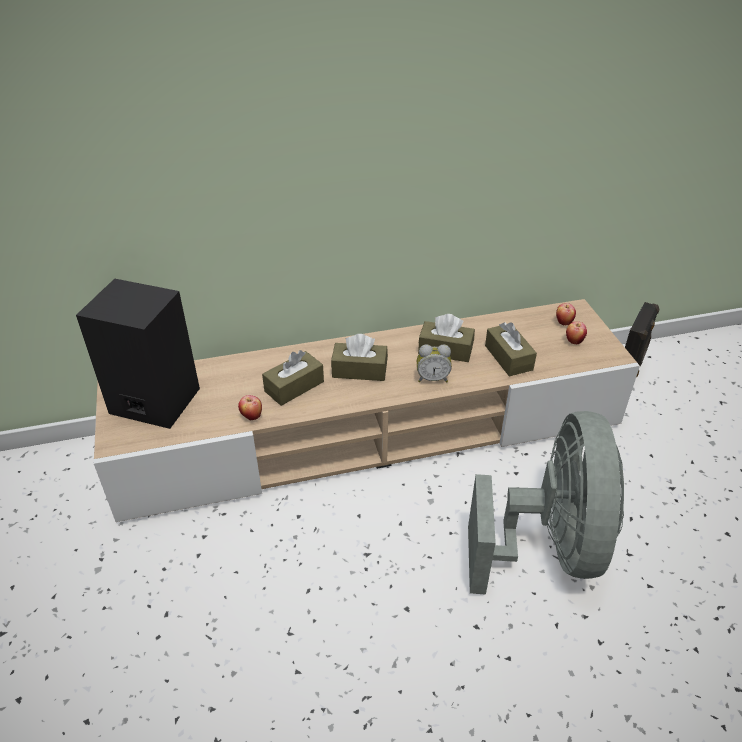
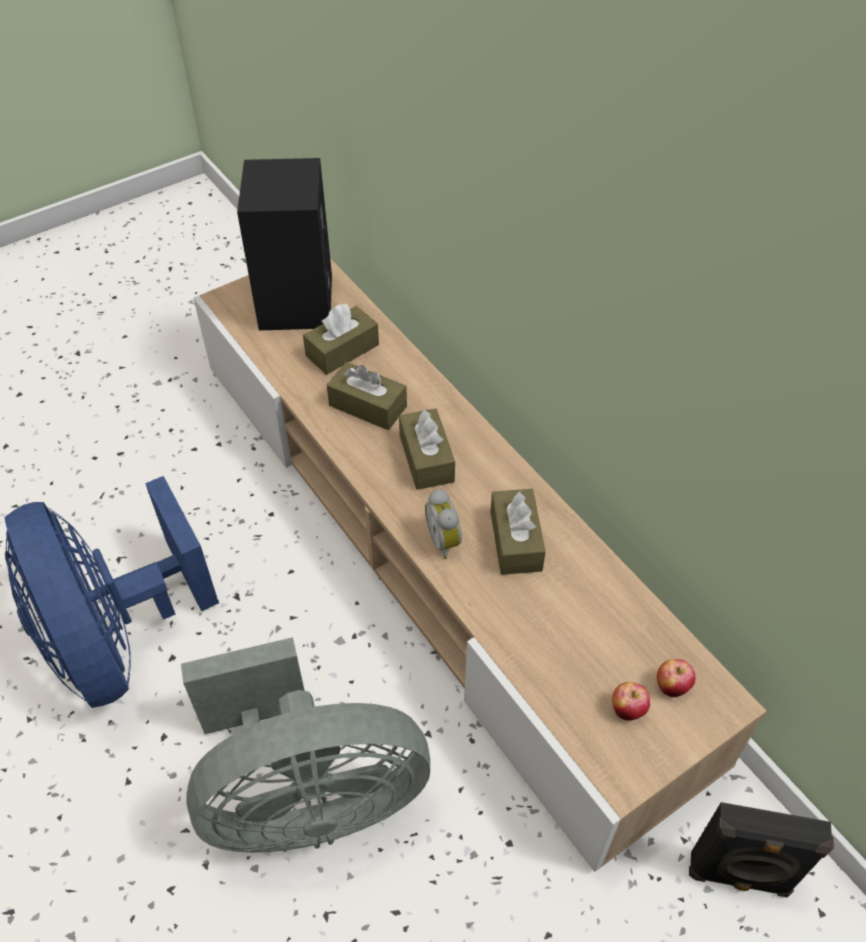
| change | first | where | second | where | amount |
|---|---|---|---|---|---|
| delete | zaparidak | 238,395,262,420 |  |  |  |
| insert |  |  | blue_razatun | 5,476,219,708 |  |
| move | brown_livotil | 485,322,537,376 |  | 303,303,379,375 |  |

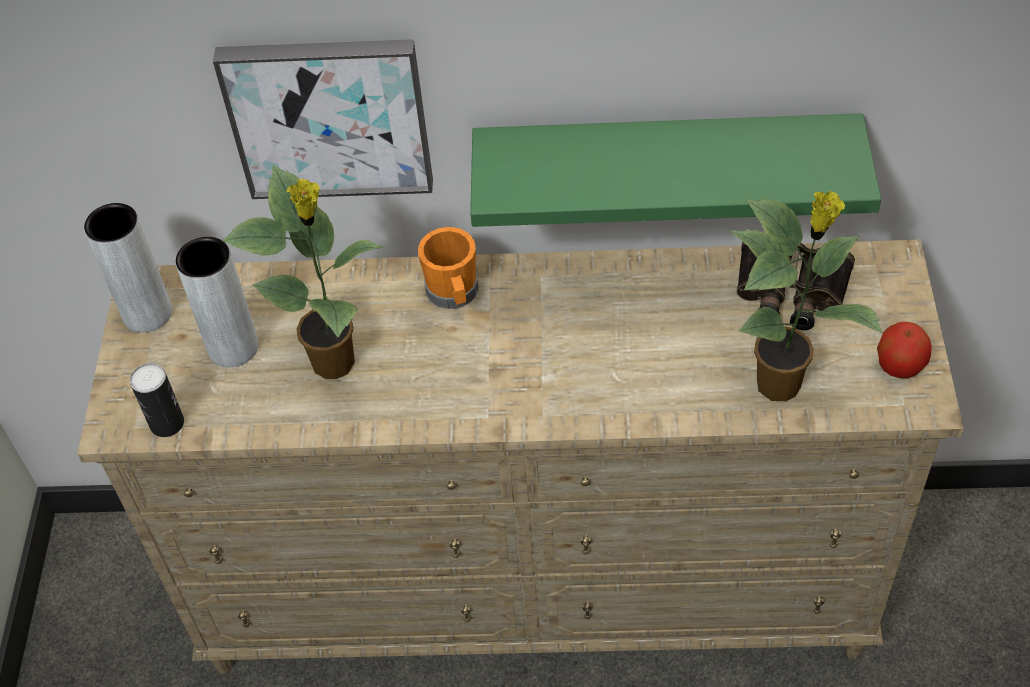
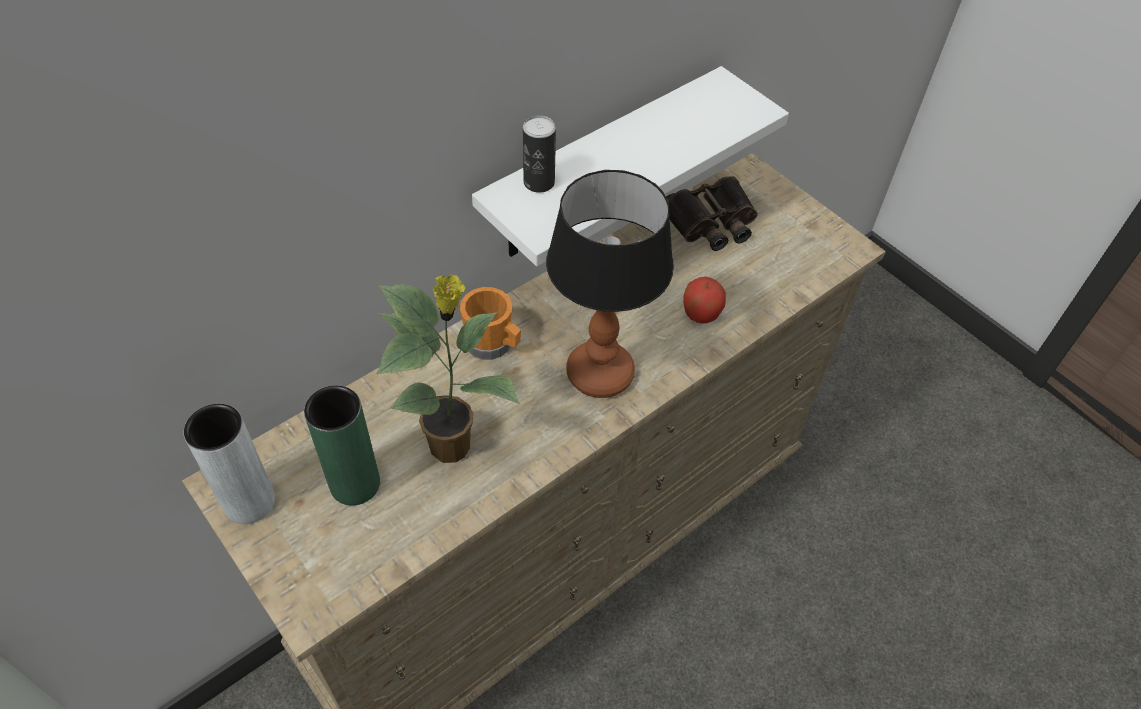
| change | first | where | second | where | amount |
|---|---|---|---|---|---|
| delete | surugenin | 213,39,433,199 |  |  |  |
| delete | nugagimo | 729,191,883,401 |  |  |  |
| insert |  |  | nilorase | 546,170,674,398 |  |
| move | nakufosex | 130,363,184,437 |  | 523,115,556,193 |  |
| move | zaparidak | 877,322,932,378 |  | 683,276,726,324 |  |
| recolor | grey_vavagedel | 175,237,259,367 | green_vavagedel | 304,386,380,506 |  |
| recolor | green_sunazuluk | 470,113,881,227 | white_sunazuluk | 472,66,789,266 |  |

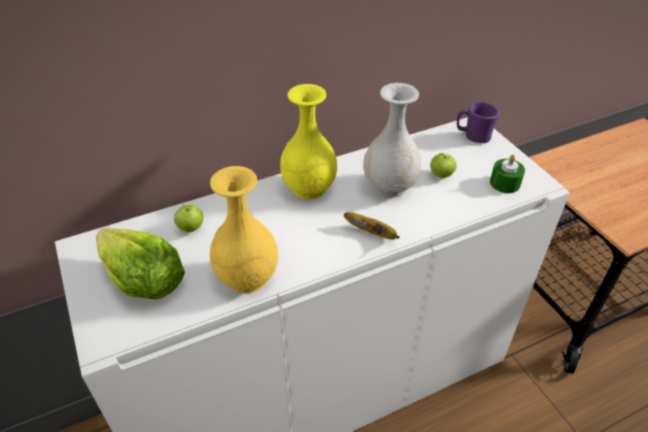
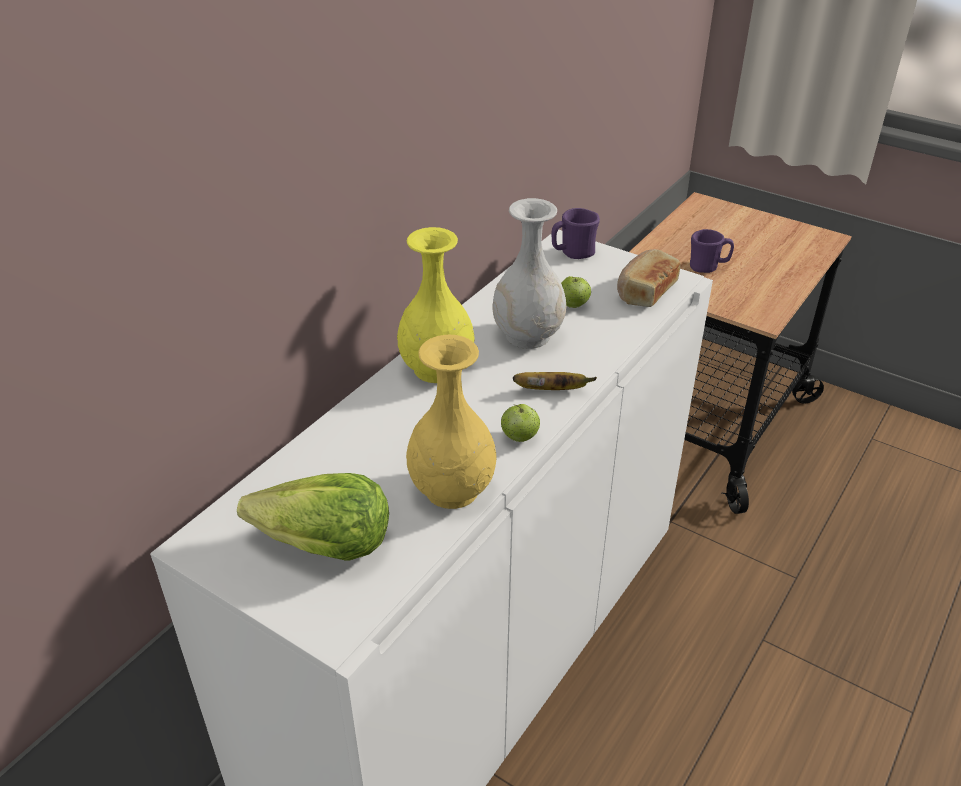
| change | first | where | second | where | amount |
|---|---|---|---|---|---|
| insert |  |  | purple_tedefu | 690,229,734,273 |  |
| move | zaparidak | 174,205,203,232 |  | 501,404,540,442 |  |
| replace | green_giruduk | 490,155,525,193 | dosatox | 617,249,680,307 |  |

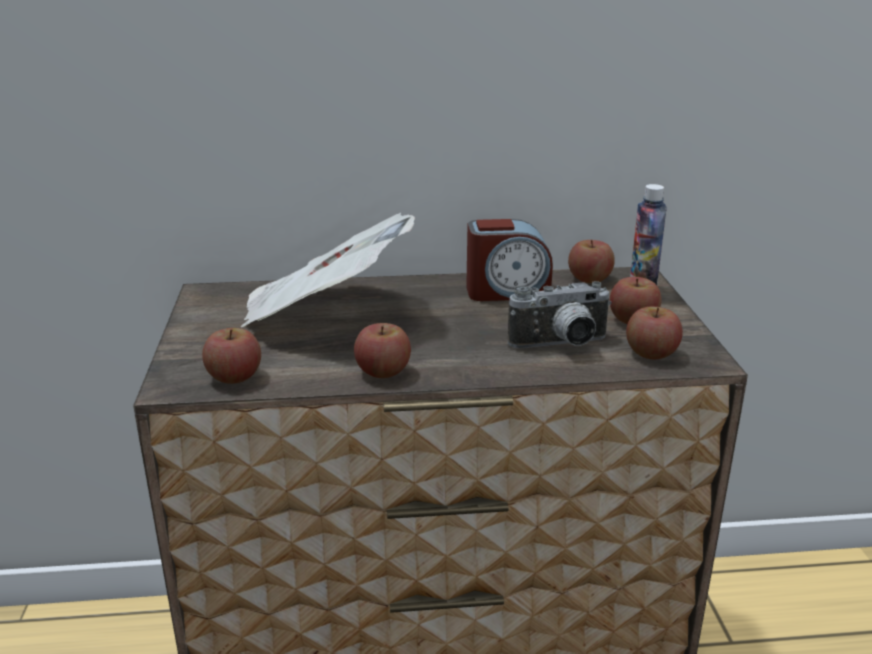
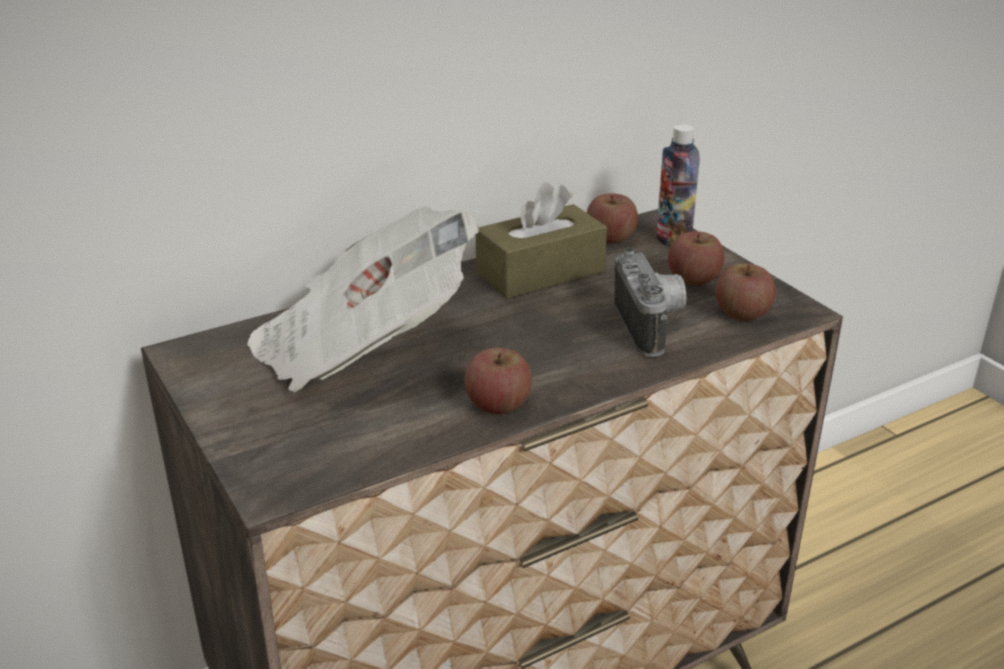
| change | first | where | second | where | amount |
|---|---|---|---|---|---|
| delete | zaparidak | 202,328,261,384 |  |  |  |
| replace | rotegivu | 466,219,553,301 | brown_livotil | 476,182,607,299 |  |
| rotate | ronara | 508,281,612,348 |  | 614,248,686,357 | 60 degrees counterclockwise |

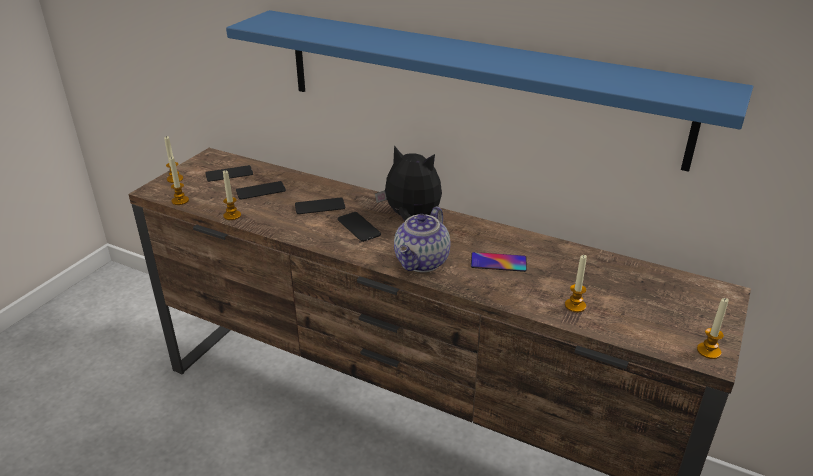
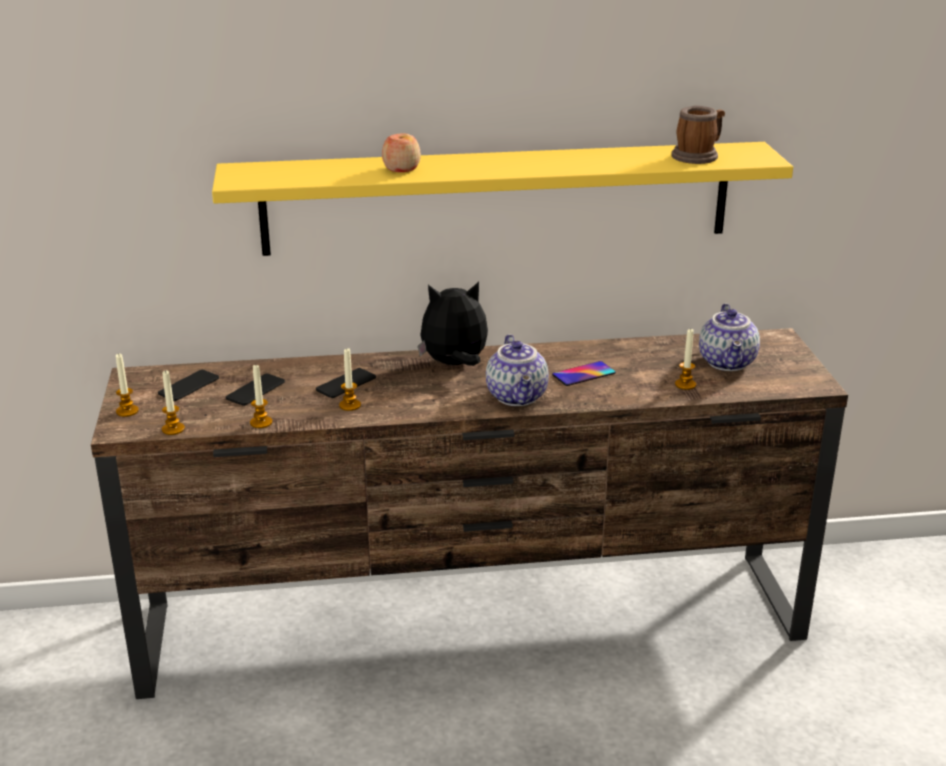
| change | first | where | second | where | amount |
|---|---|---|---|---|---|
| delete | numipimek | 338,212,381,242 |  |  |  |
| insert |  |  | zaparidak | 382,134,421,172 |  |
| insert |  |  | tedefu | 671,105,725,164 |  |
| insert |  |  | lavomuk | 699,303,760,371 |  |
| move | giruduk | 697,298,729,359 |  | 339,348,361,411 |  |
| recolor | blue_sunazuluk | 226,10,753,172 | yellow_sunazuluk | 212,142,793,256 |  |

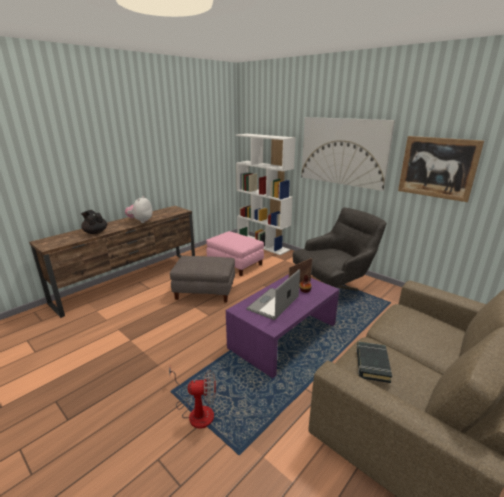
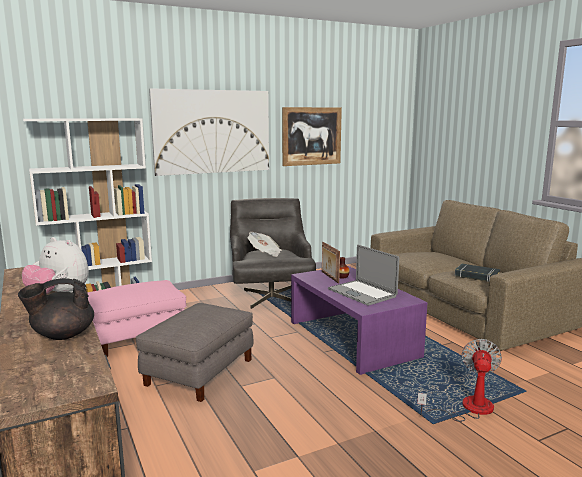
| change | first | where | second | where | amount |
|---|---|---|---|---|---|
| insert |  |  | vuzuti | 247,232,282,257 |  |

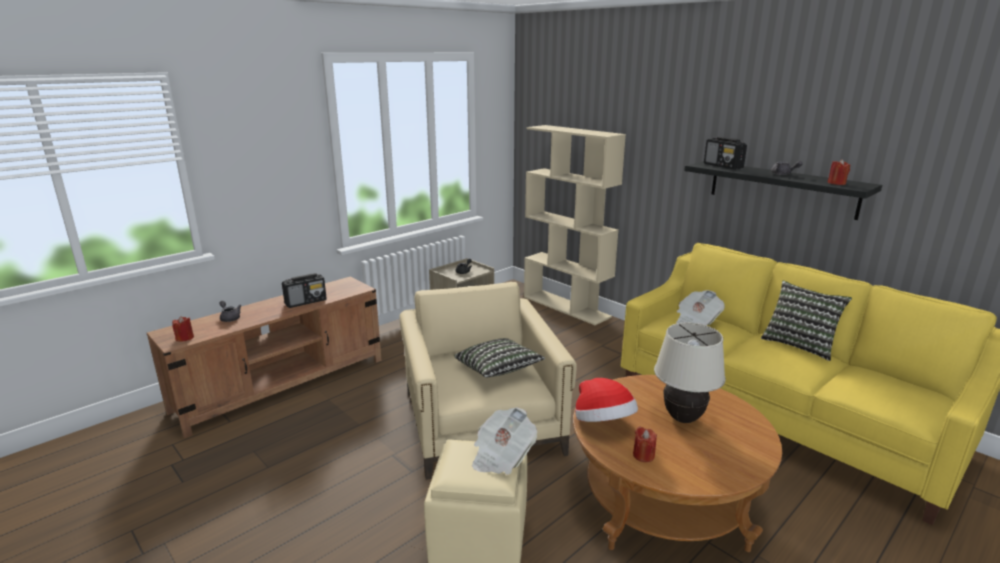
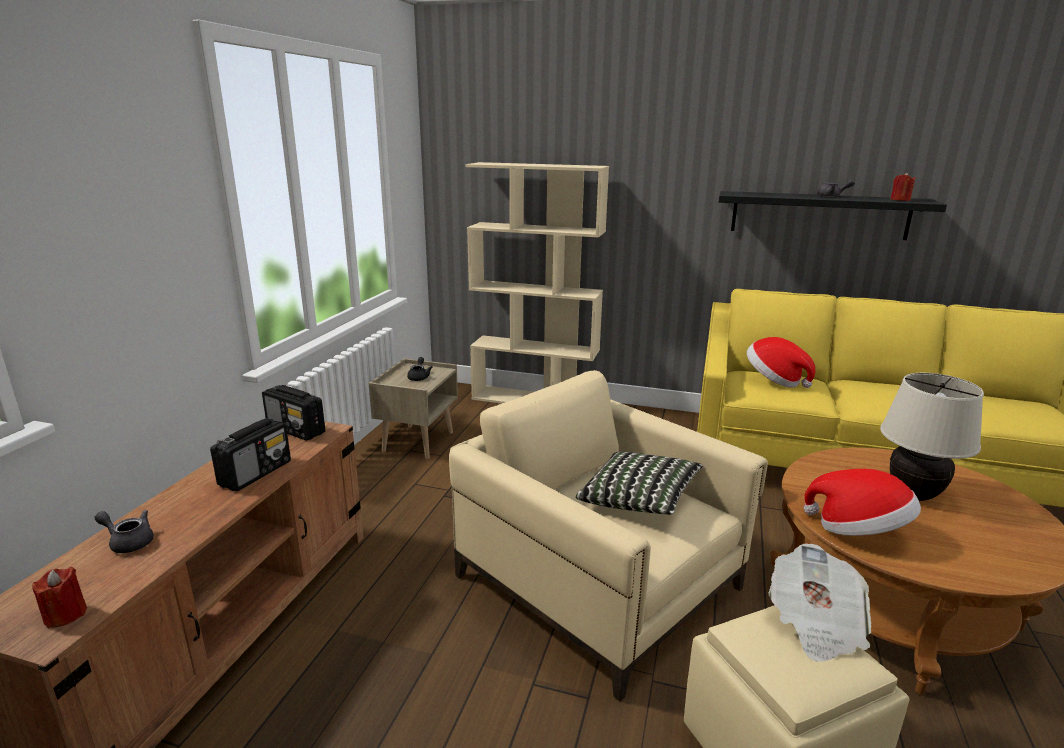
| change | first | where | second | where | amount |
|---|---|---|---|---|---|
| delete | red_giruduk | 633,426,657,462 |  |  |  |
| delete | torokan | 761,281,852,361 |  |  |  |
| move | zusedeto | 704,137,747,170 |  | 262,385,326,441 |  |
| replace | vuzuti | 676,290,725,326 | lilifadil | 747,337,815,388 |  |

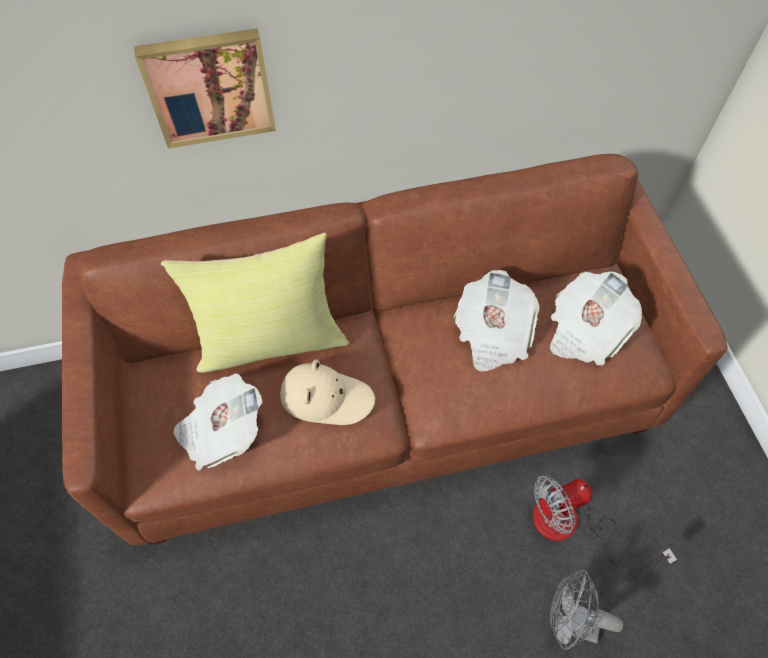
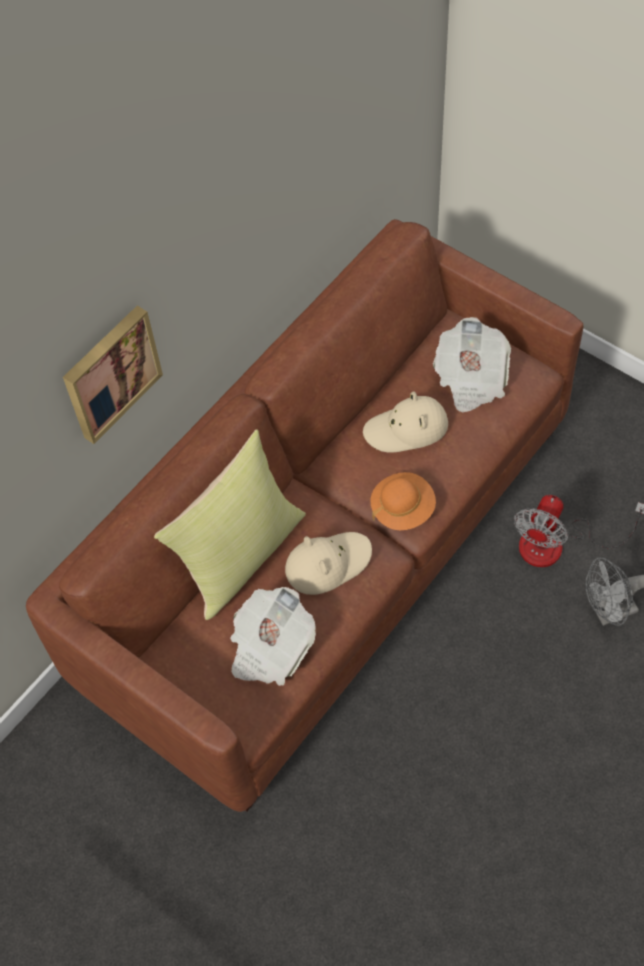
| change | first | where | second | where | amount |
|---|---|---|---|---|---|
| insert |  |  | orange_lilifadil | 370,472,436,530 |  |
| replace | vuzuti | 454,270,540,372 | beige_lilifadil | 363,392,448,453 |  |

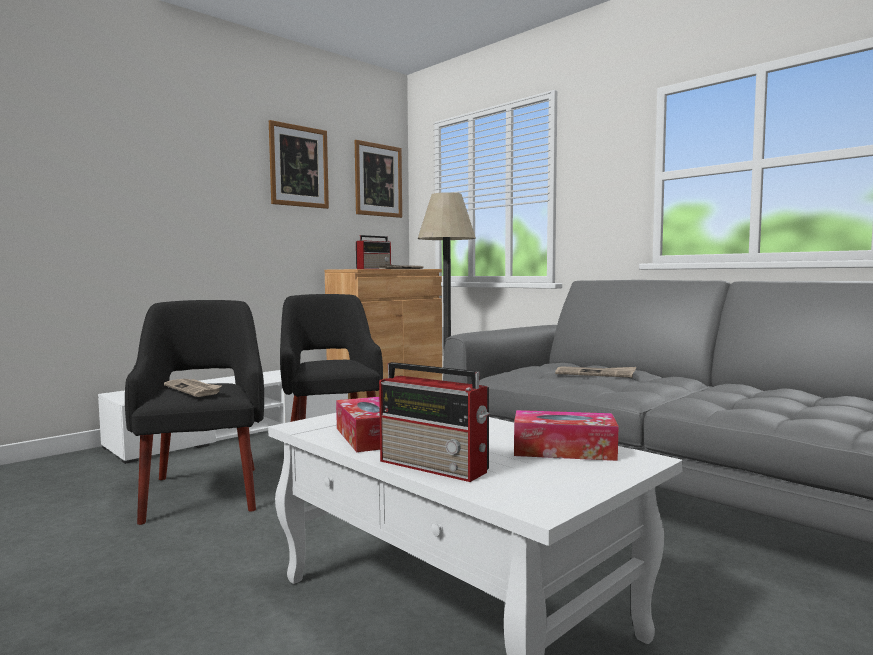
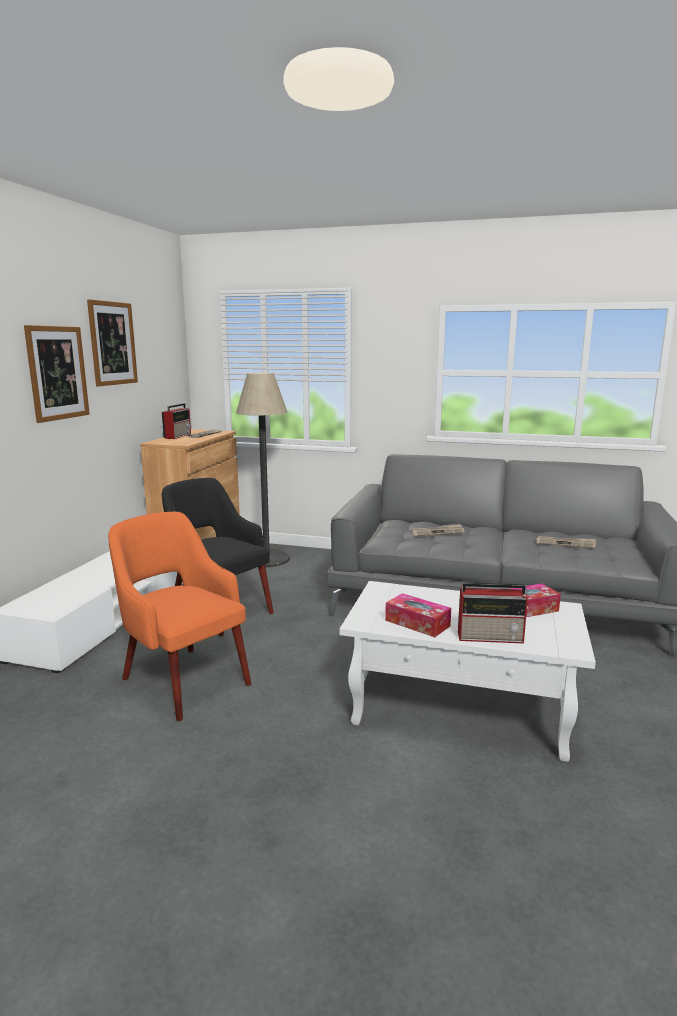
| change | first | where | second | where | amount |
|---|---|---|---|---|---|
| move | vuzuti | 164,379,221,397 |  | 537,536,596,549 |  |
| move | surugenin | 355,140,402,218 |  | 24,325,90,423 |  |
| recolor | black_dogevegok | 125,300,264,525 | orange_dogevegok | 108,512,251,721 |  |

